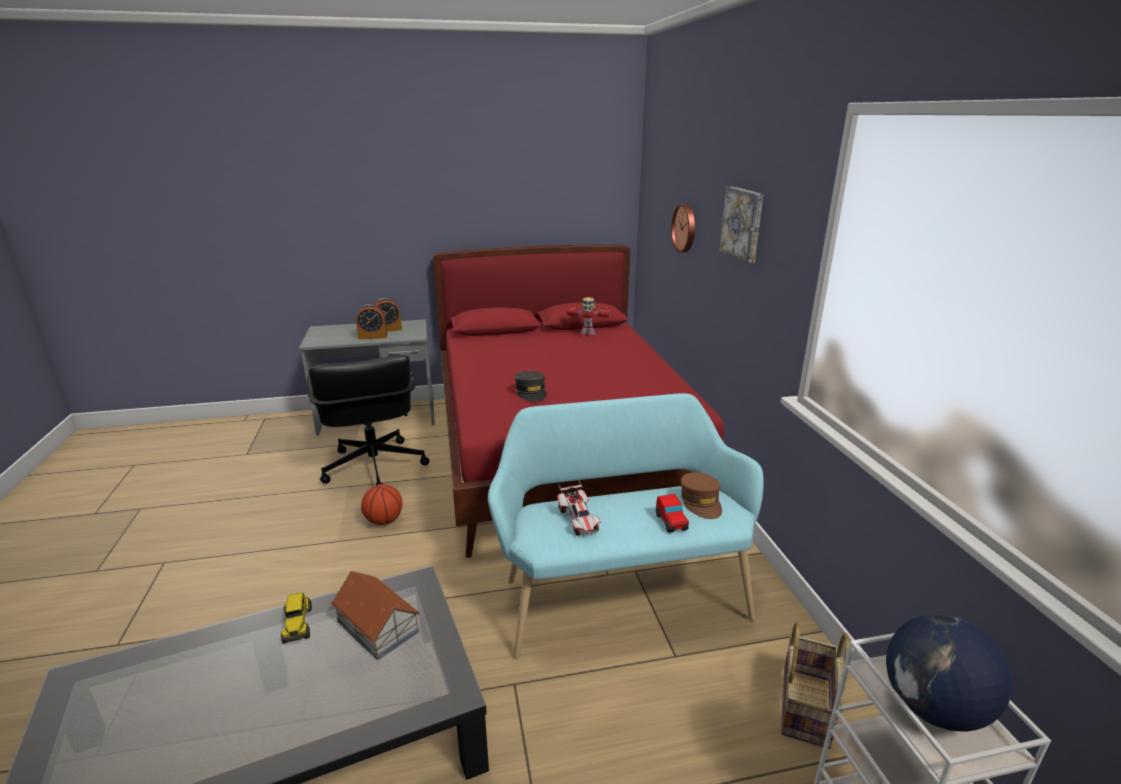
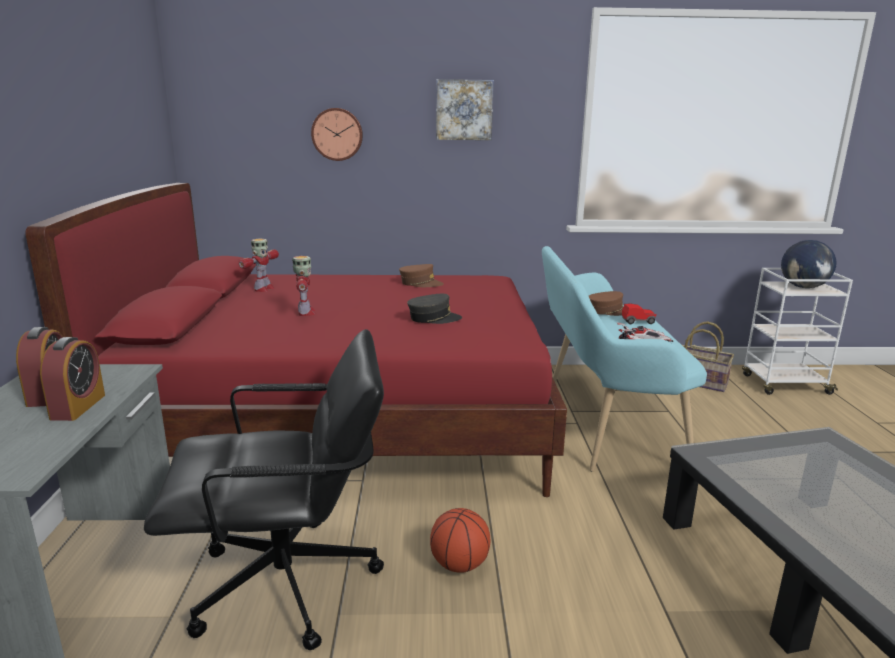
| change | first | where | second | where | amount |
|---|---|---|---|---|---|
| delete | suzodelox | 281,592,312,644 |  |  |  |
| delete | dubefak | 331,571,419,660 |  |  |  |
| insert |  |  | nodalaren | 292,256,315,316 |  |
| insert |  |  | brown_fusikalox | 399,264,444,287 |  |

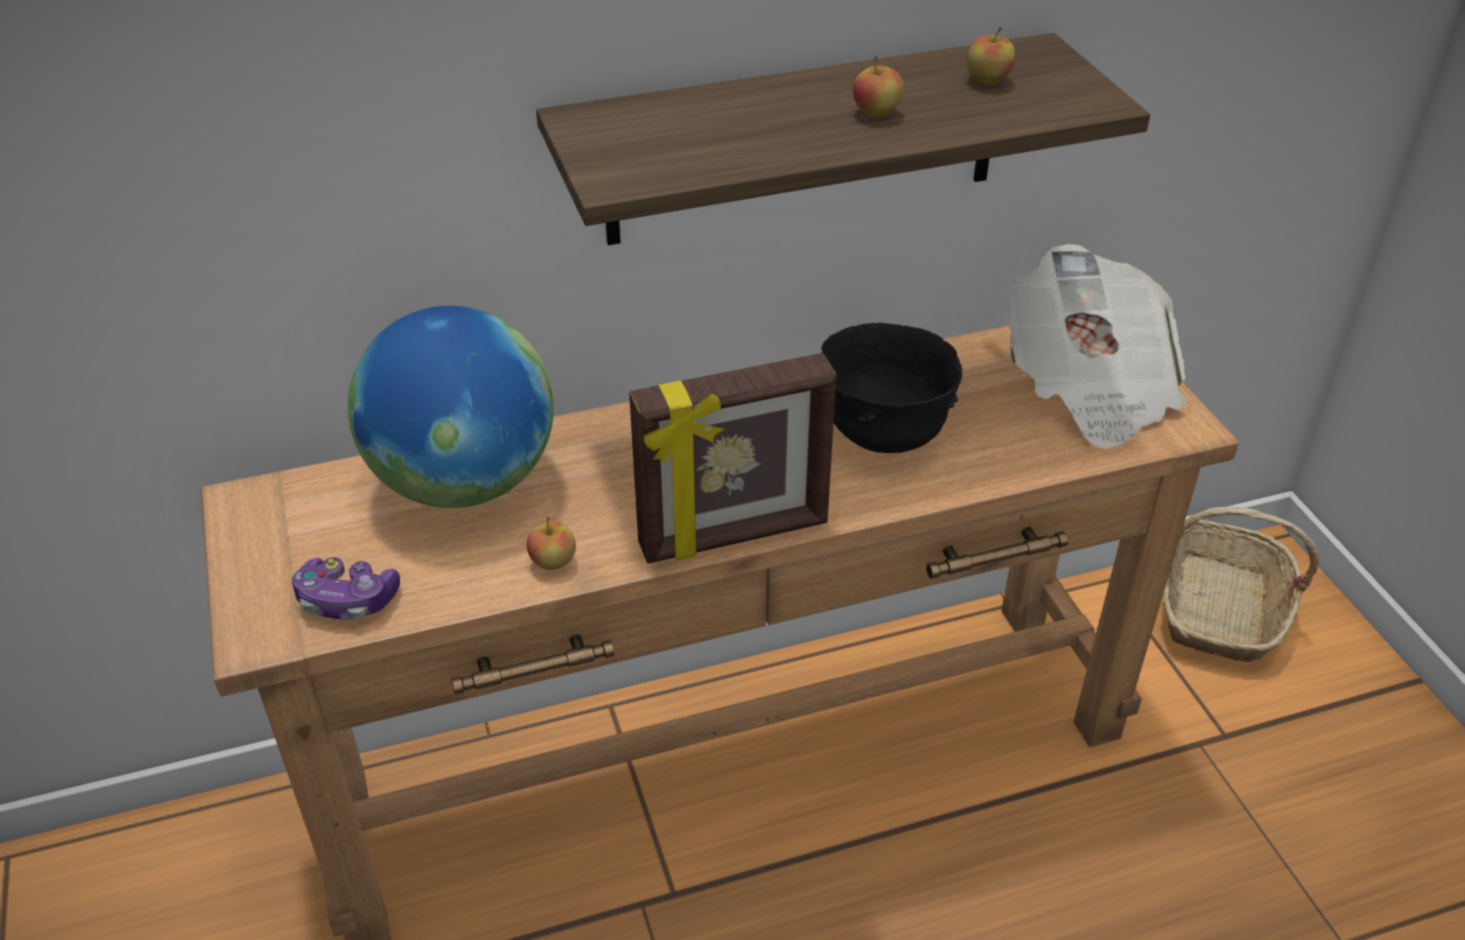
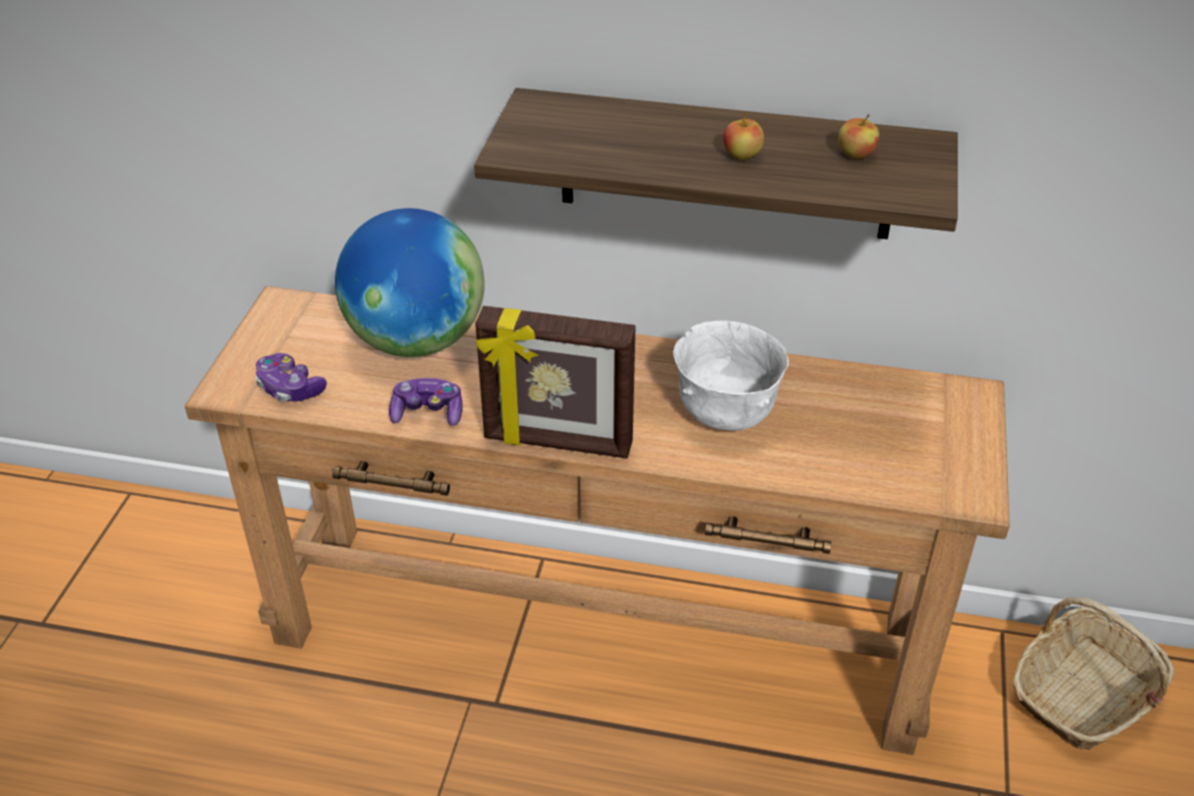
| change | first | where | second | where | amount |
|---|---|---|---|---|---|
| delete | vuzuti | 1008,244,1187,450 |  |  |  |
| replace | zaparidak | 527,517,576,570 | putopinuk | 389,378,463,426 |  |
| recolor | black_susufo | 821,323,962,453 | white_susufo | 673,320,789,431 |  |

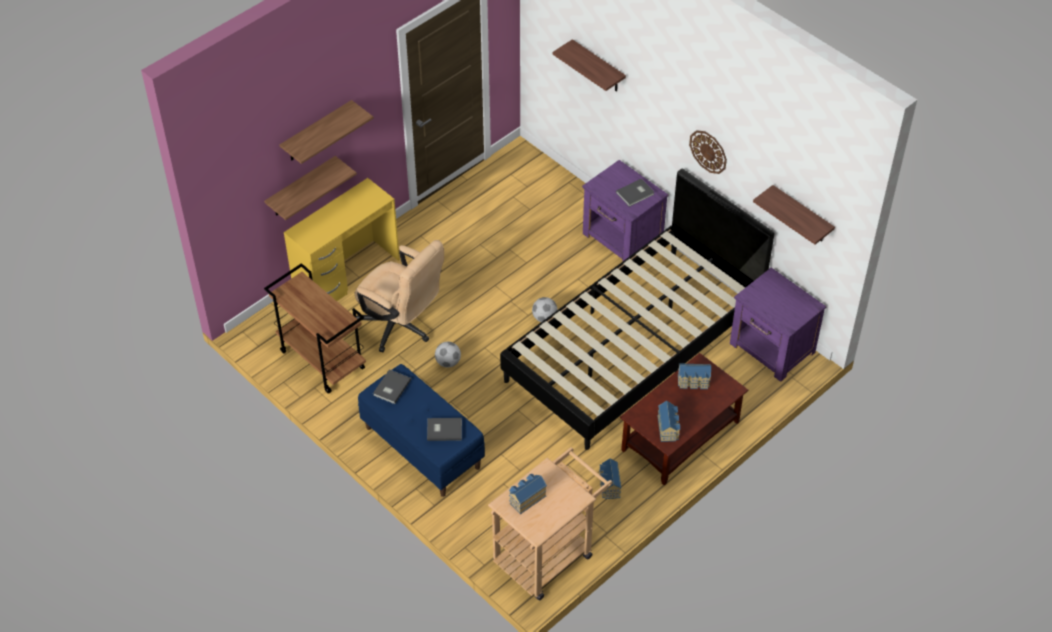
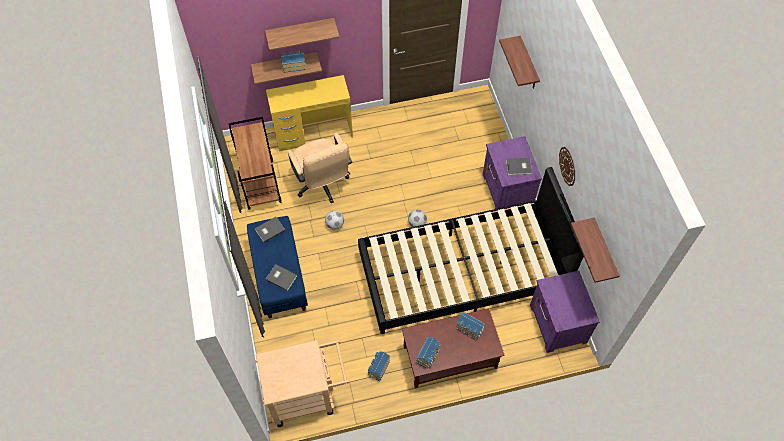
| change | first | where | second | where | amount |
|---|---|---|---|---|---|
| move | dubefak | 509,474,547,514 |  | 281,51,306,73 |  |

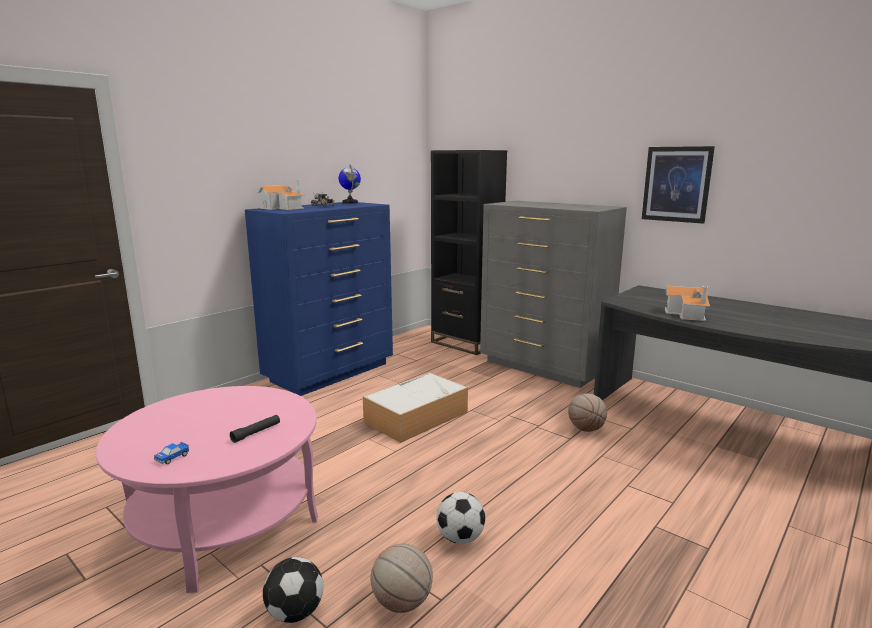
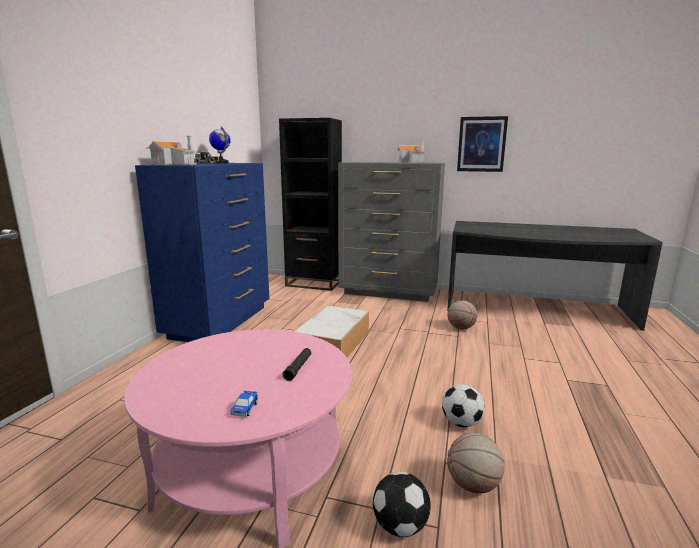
| change | first | where | second | where | amount |
|---|---|---|---|---|---|
| move | dubefak | 665,286,710,321 |  | 397,141,427,163 |  |

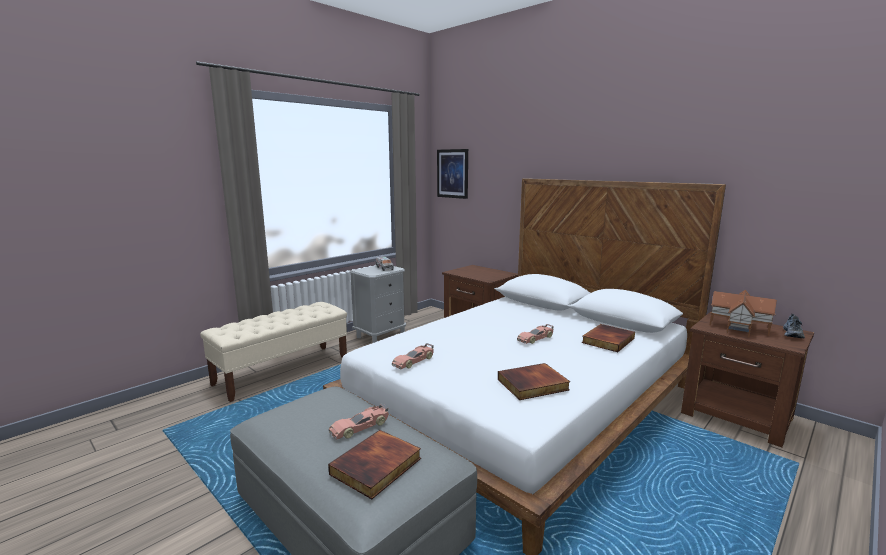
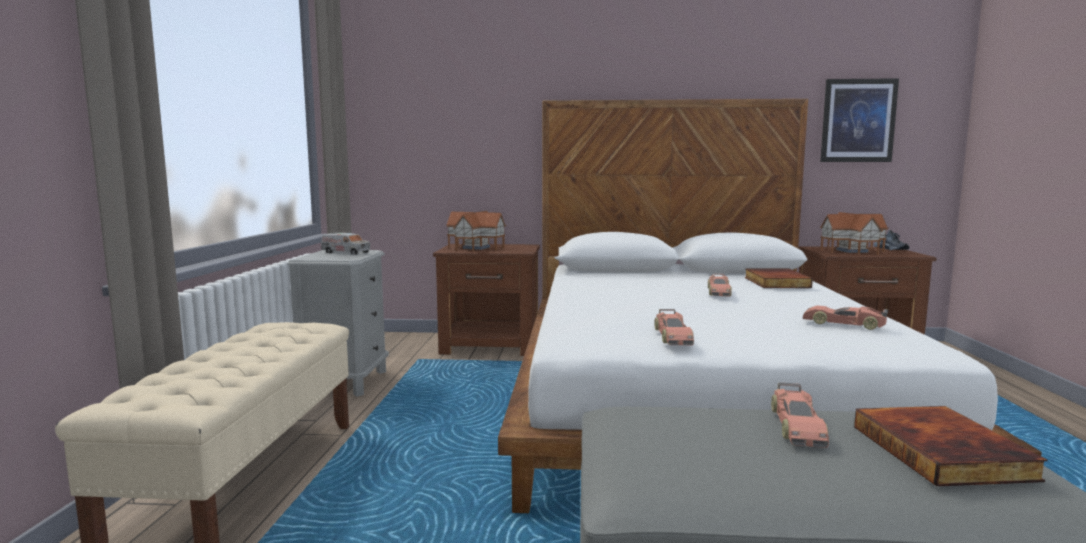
| change | first | where | second | where | amount |
|---|---|---|---|---|---|
| insert |  |  | dubefak | 446,211,506,252 |  |
| move | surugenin | 437,149,468,199 |  | 820,78,899,162 |  |
| replace | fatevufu | 498,363,570,400 | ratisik | 803,305,888,330 |  |

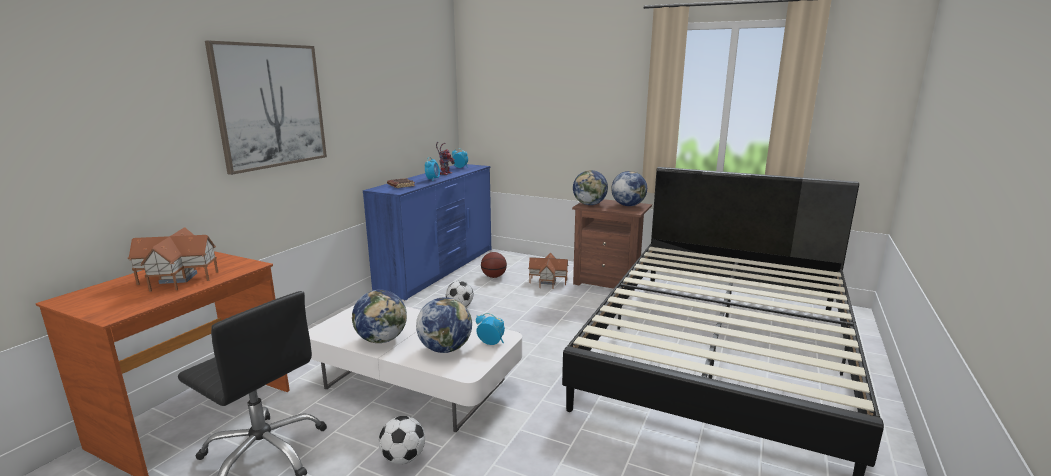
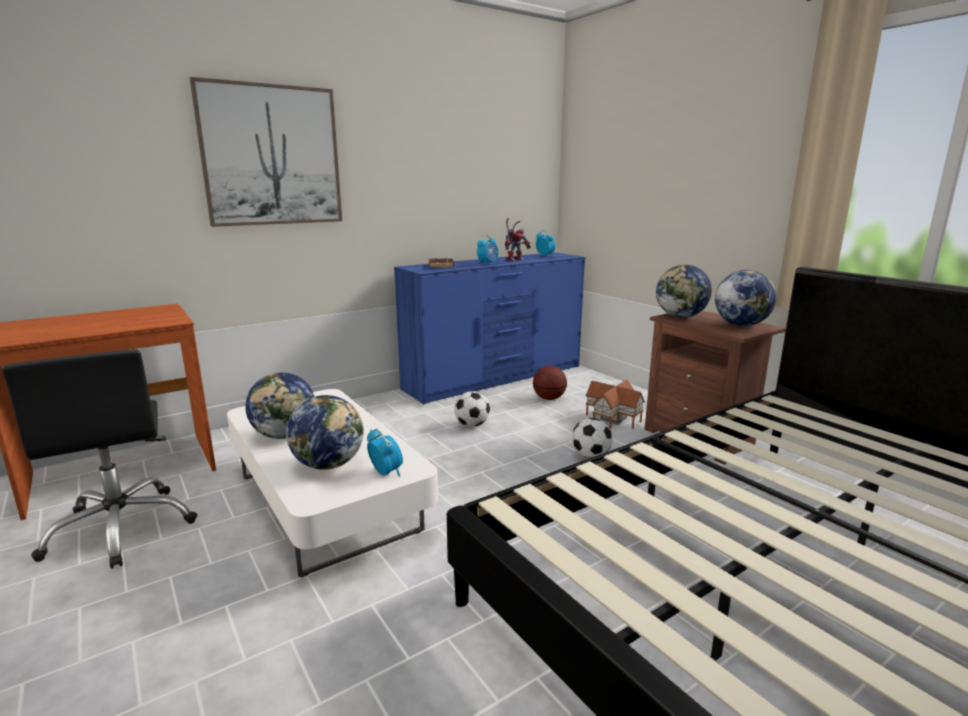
| change | first | where | second | where | amount |
|---|---|---|---|---|---|
| delete | dubefak | 127,227,218,292 |  |  |  |
| move | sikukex | 379,416,425,464 |  | 572,418,612,458 |  |

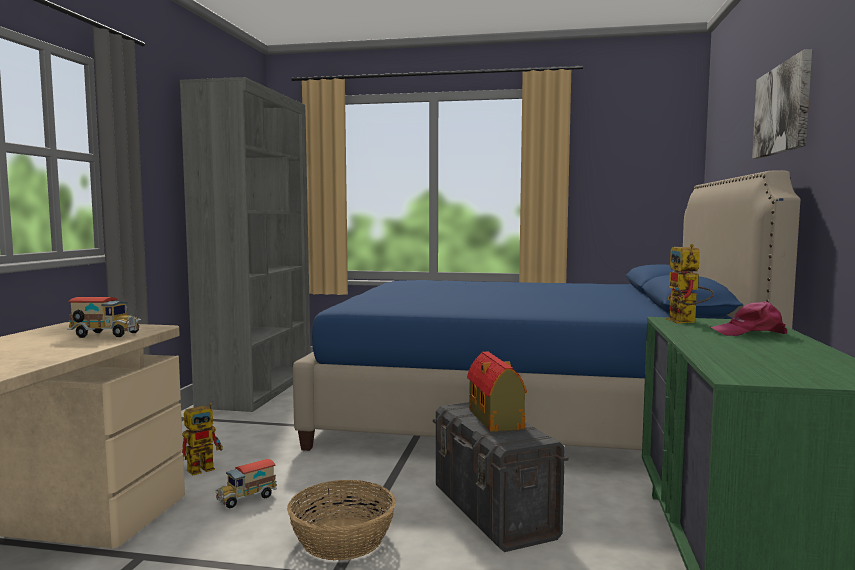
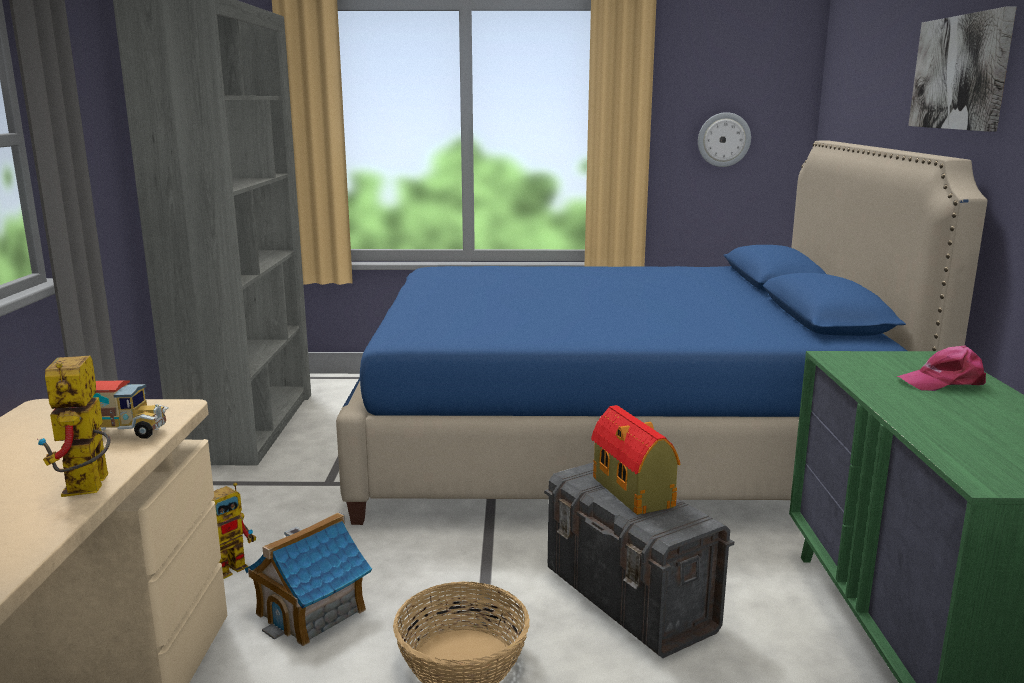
| change | first | where | second | where | amount |
|---|---|---|---|---|---|
| insert |  |  | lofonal | 698,112,751,167 |  |
| move | nodalaren | 666,244,714,323 |  | 37,356,111,497 |  |
| replace | suzodelox | 214,459,277,509 | dubefak | 245,512,372,646 |  |

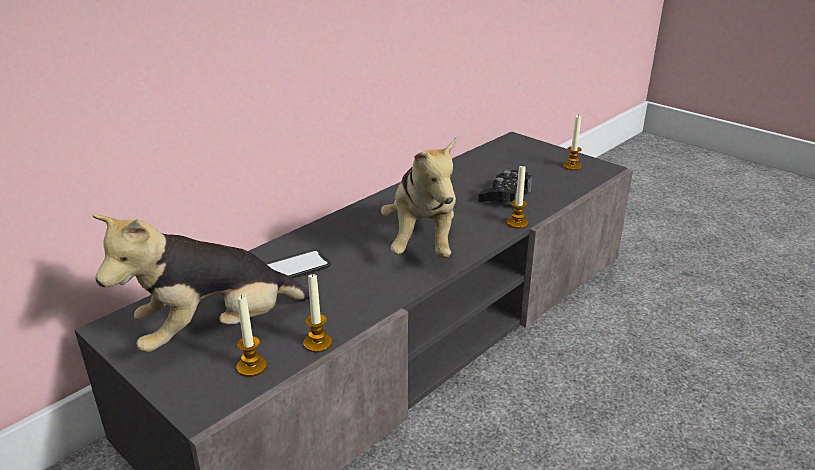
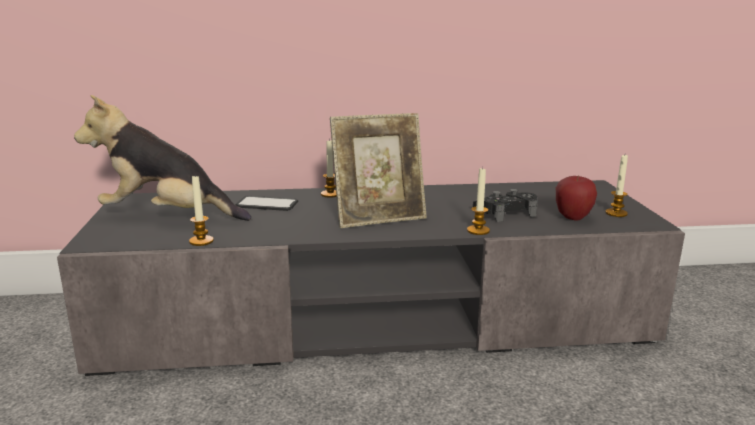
| change | first | where | second | where | amount |
|---|---|---|---|---|---|
| insert |  |  | zaparidak | 556,175,597,220 |  |
| move | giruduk | 237,294,267,377 |  | 321,140,337,198 |  |
| replace | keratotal | 381,137,457,258 | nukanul | 330,113,427,228 |  |

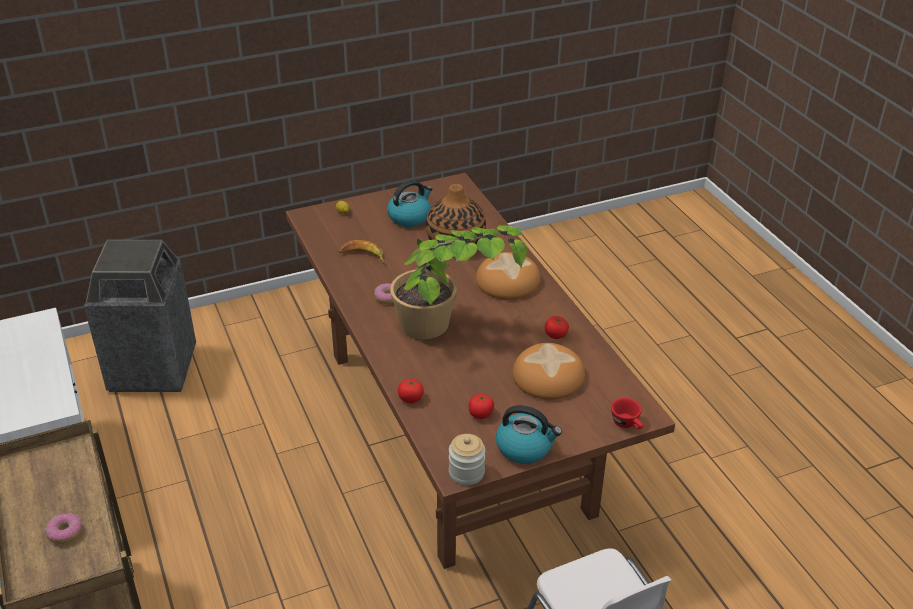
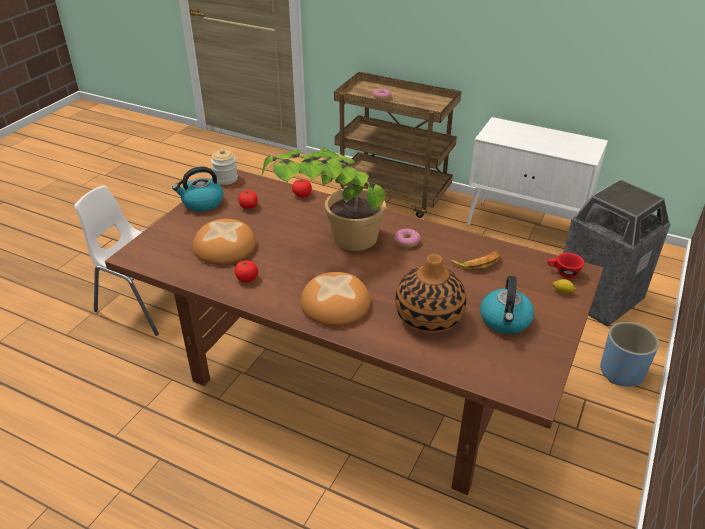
| change | first | where | second | where | amount |
|---|---|---|---|---|---|
| insert |  |  | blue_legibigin | 600,322,659,387 |  |
| move | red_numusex | 611,398,644,429 |  | 547,253,584,278 |  |

